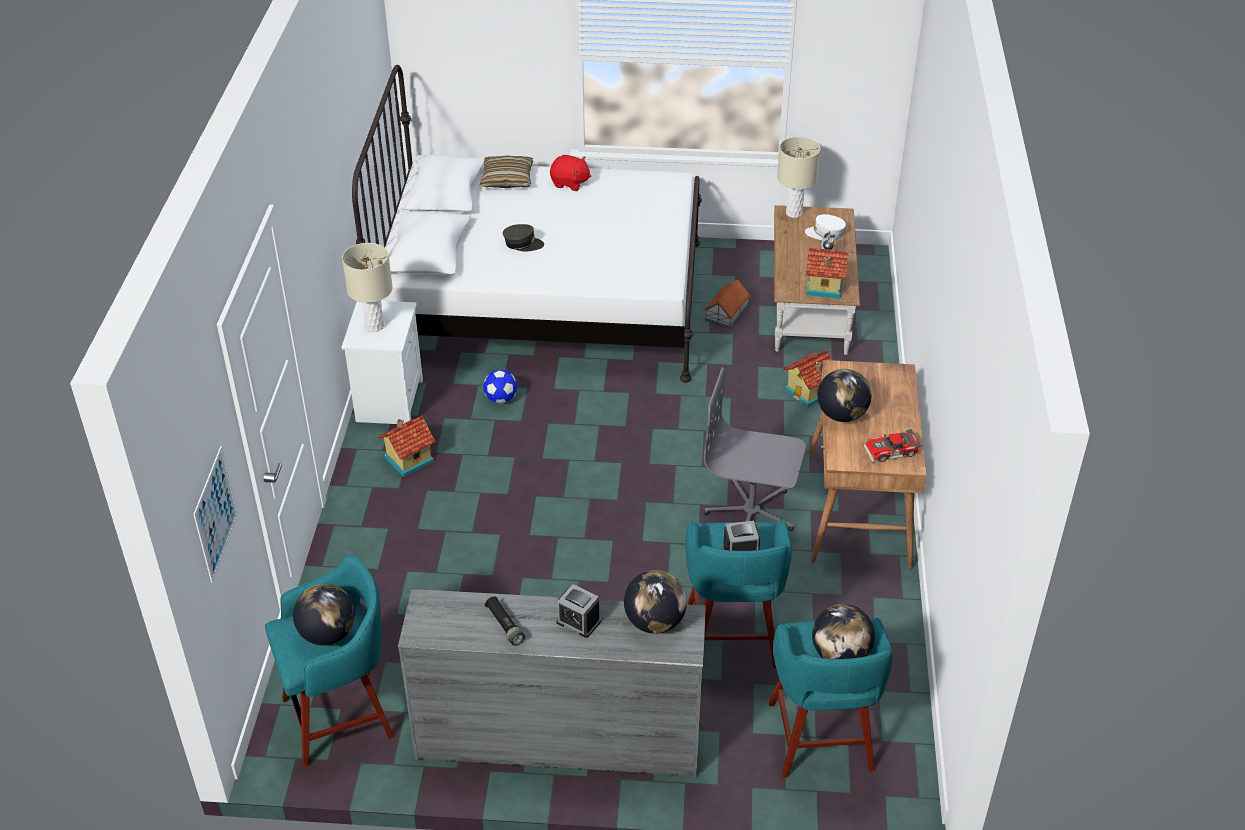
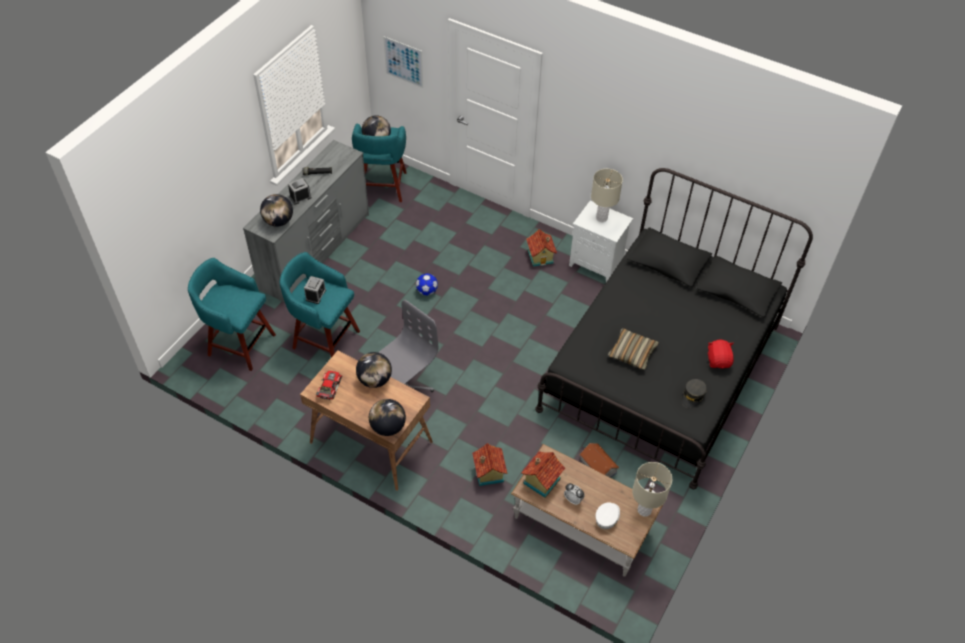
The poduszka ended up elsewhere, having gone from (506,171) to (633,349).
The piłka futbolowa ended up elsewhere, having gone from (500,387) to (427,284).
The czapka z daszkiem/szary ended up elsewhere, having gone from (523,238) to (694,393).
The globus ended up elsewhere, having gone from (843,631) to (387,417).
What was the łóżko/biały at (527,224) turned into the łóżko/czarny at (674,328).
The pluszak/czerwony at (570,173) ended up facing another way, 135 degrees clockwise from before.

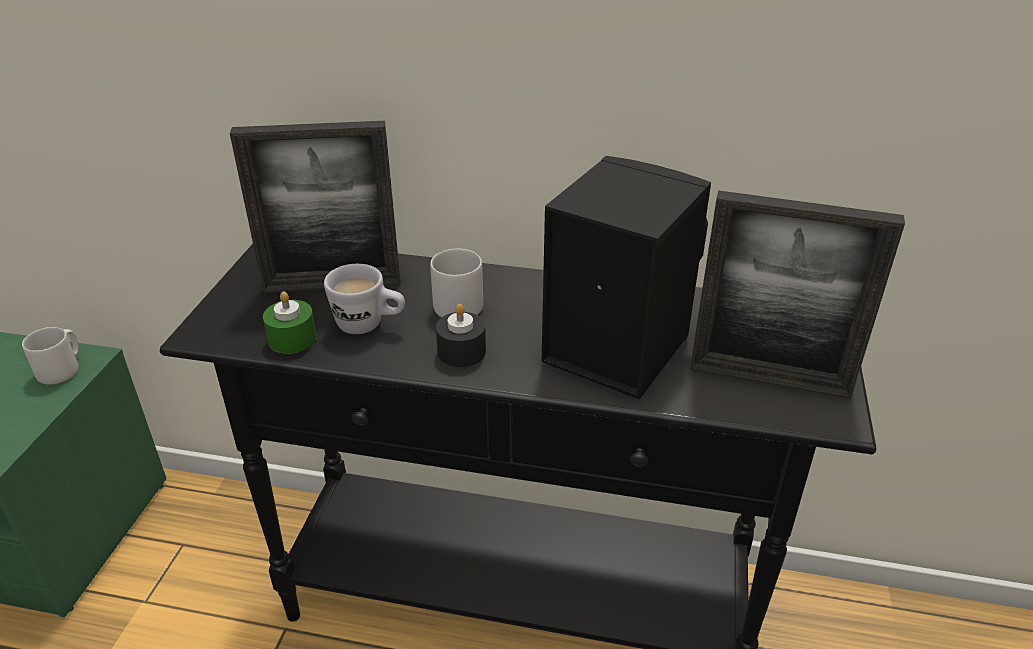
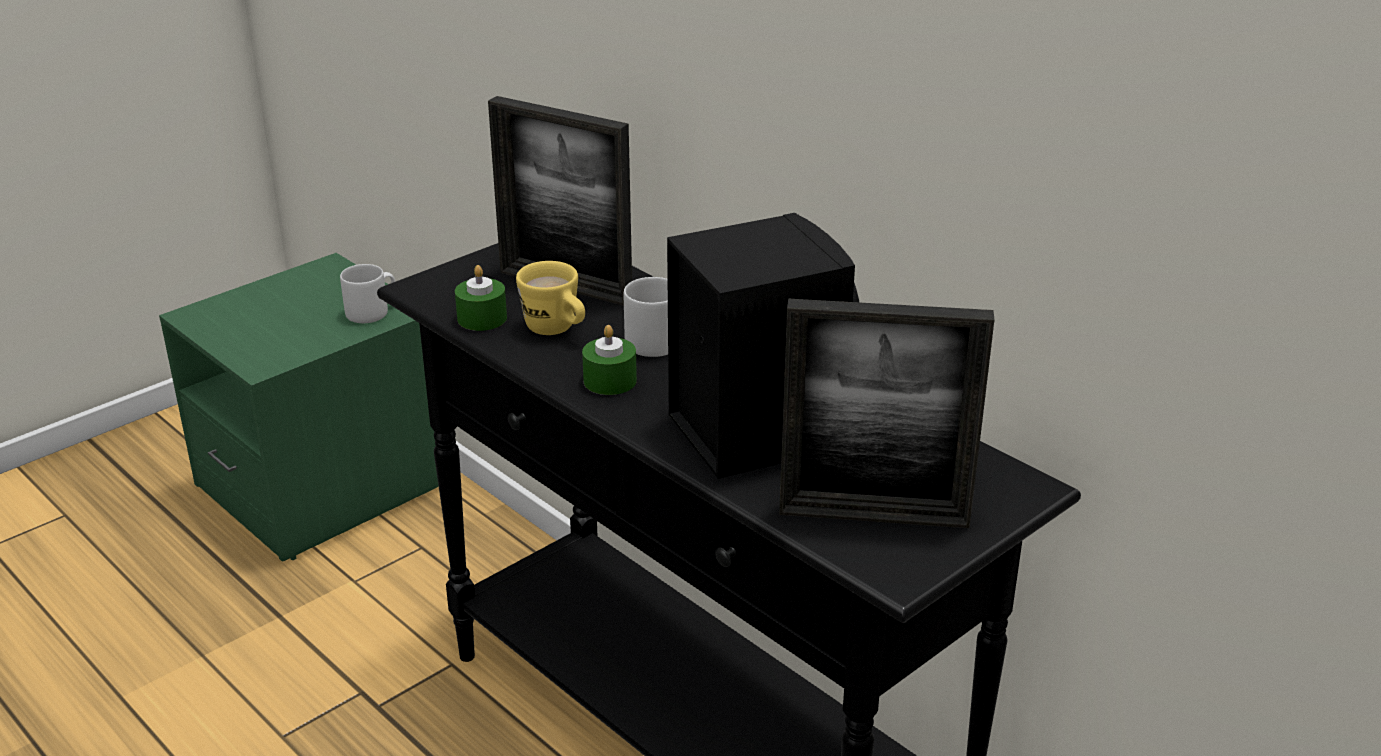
What was the kubek/biały at (364,299) turned into the kubek/żółty at (550,298).
What was the świeca/czarny at (461,335) turned into the świeca/zielony at (609,360).
The ramka na zdjęcie at (797,294) ended up facing another way, 45 degrees counterclockwise from before.

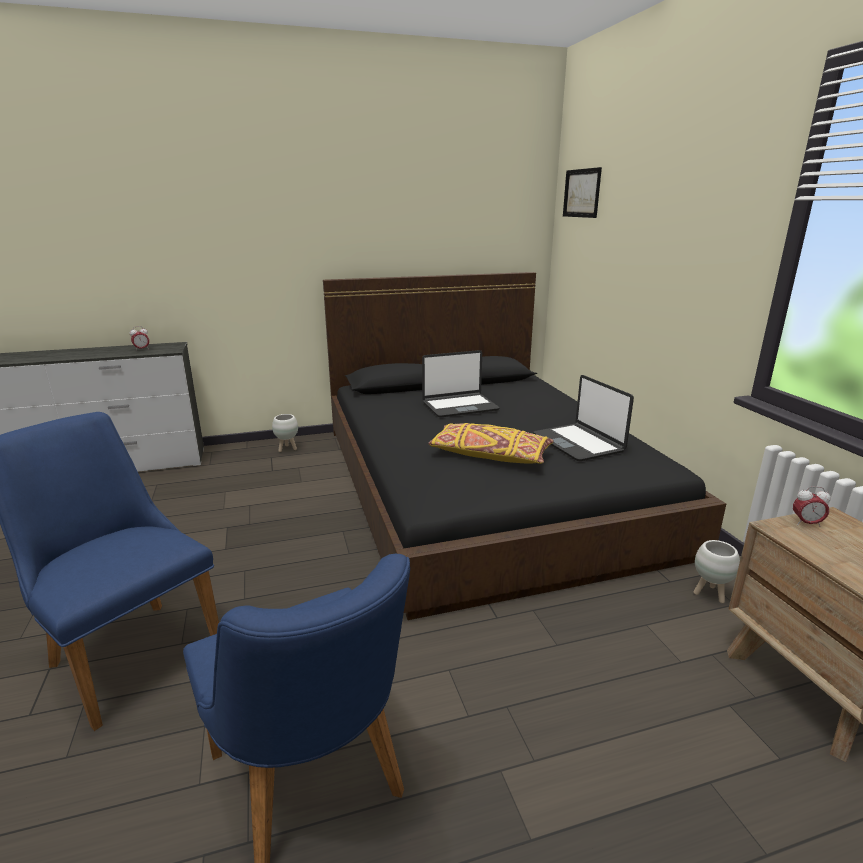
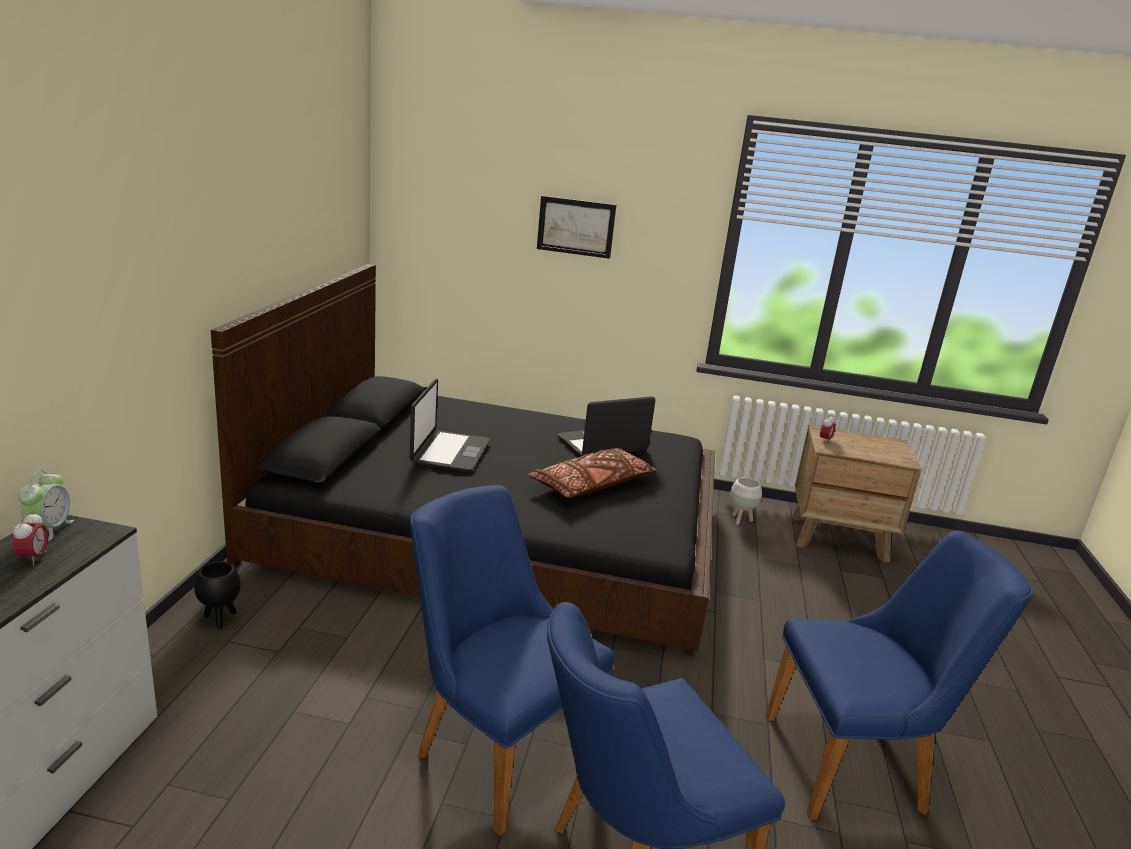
The second view gained the budzik at (46,505).
The second view gained the krzesło/niebieski at (512,660).
The obraz ended up elsewhere, having gone from (582,192) to (576,227).
What was the donica/biały at (285,433) turned into the donica/czarny at (217,595).
What was the poduszka/żółty at (491,443) turned into the poduszka/brązowy at (592,473).
The laptop at (583,418) ended up facing another way, 150 degrees clockwise from before.

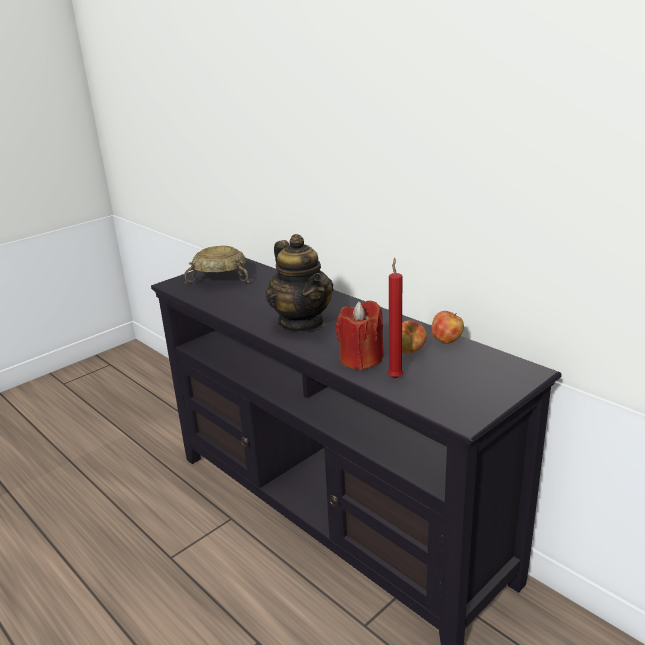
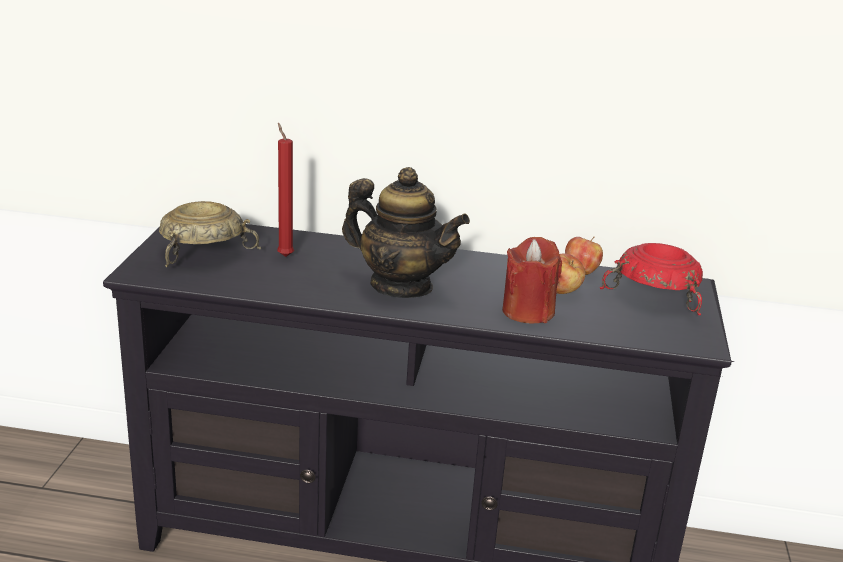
The second view gained the miska/czerwony at (651,279).
The świeca/czerwony ended up elsewhere, having gone from (395,318) to (285,190).

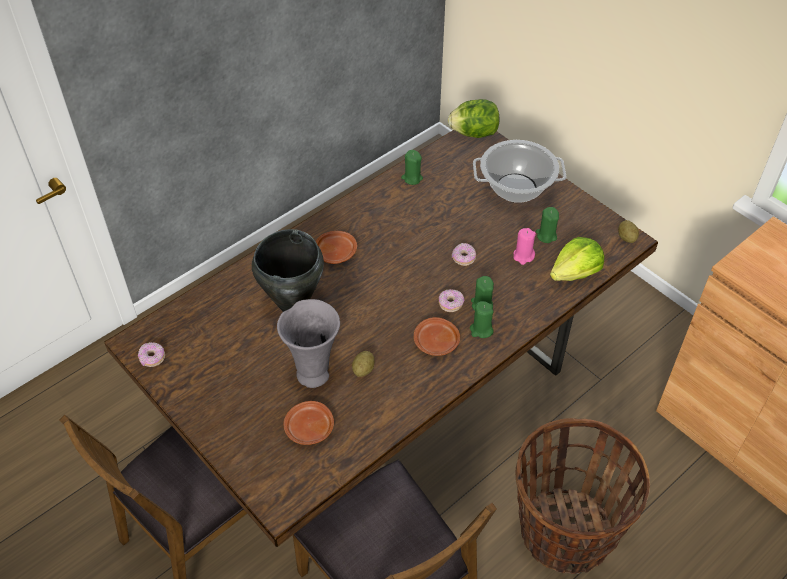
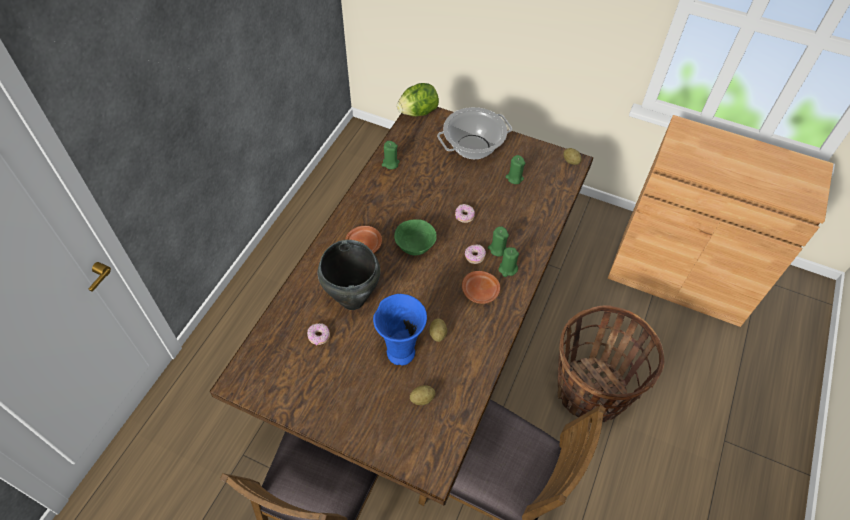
The second view lost the świeca/różowy at (524,246).
The second view lost the sałata at (577,259).
The second view gained the miska/zielony at (415,237).
The donut ended up elsewhere, having gone from (151,354) to (318,334).
Where the talerz/brązowy stood at (309,423), the ziemniak came to stand at (422,395).
What was the wazon/szary at (308,343) turned into the wazon/niebieski at (400,329).

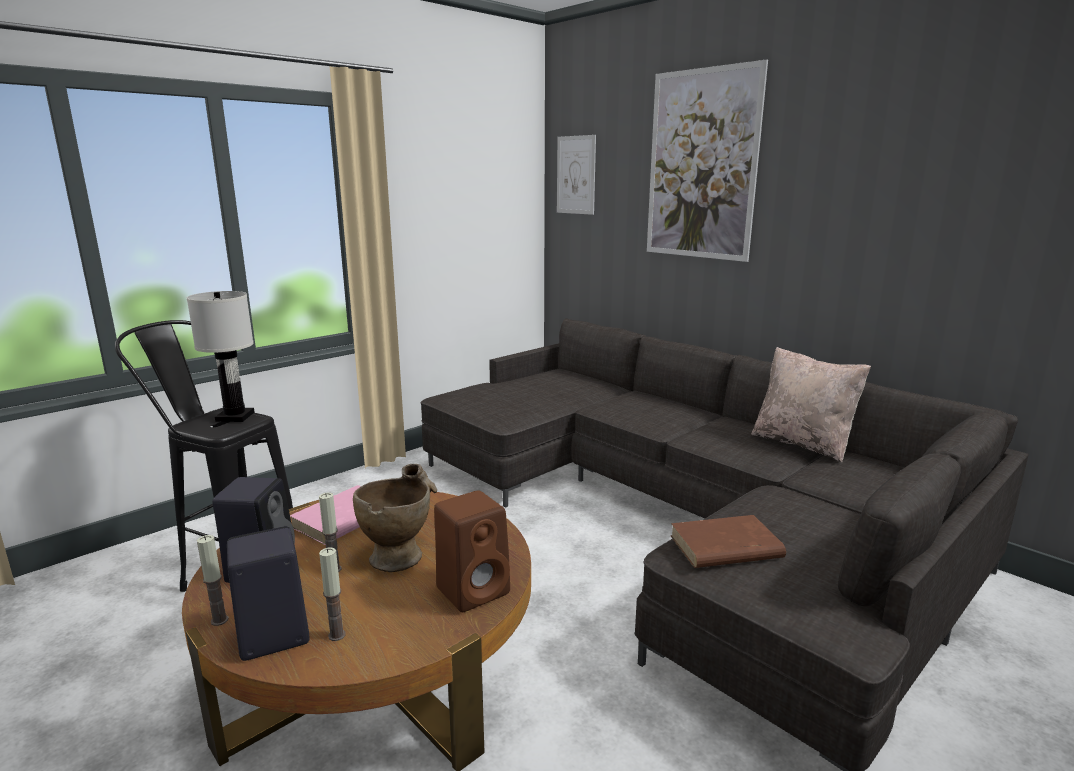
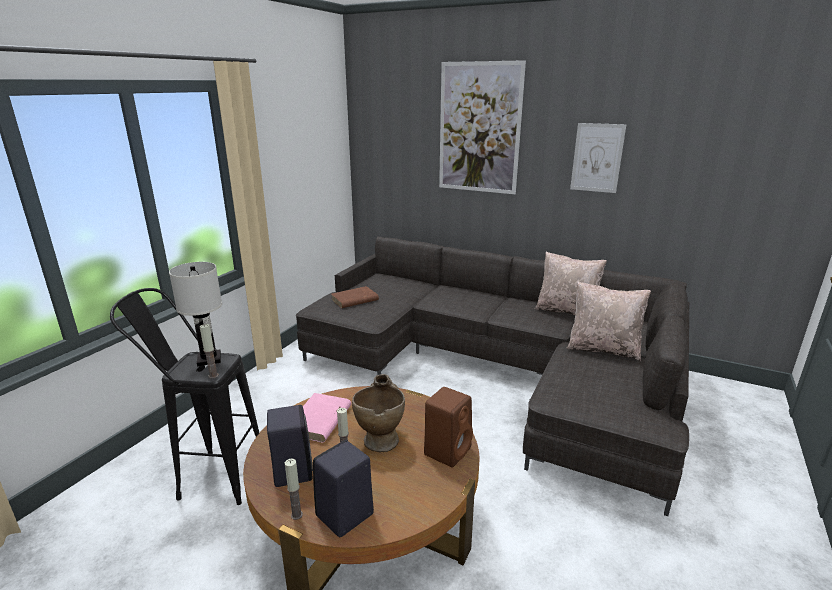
The second view gained the poduszka/beżowy at (608,321).
The świeca ended up elsewhere, having gone from (332,594) to (209,351).
The obraz ended up elsewhere, having gone from (576,175) to (598,158).
The książka/brązowy ended up elsewhere, having gone from (728,541) to (355,297).

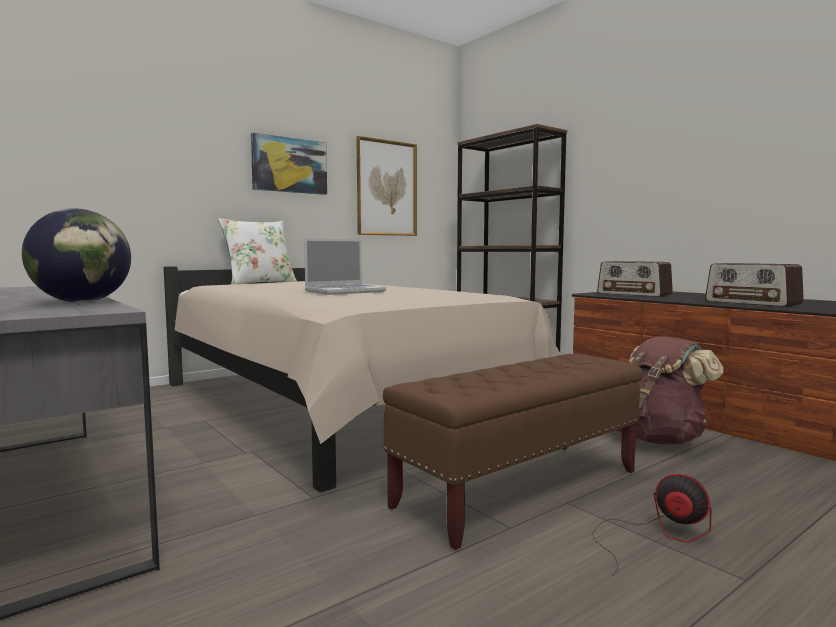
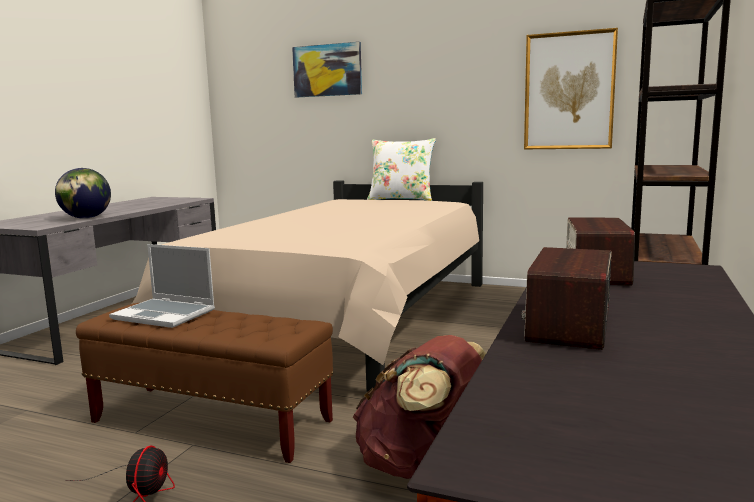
The obraz ended up elsewhere, having gone from (289,164) to (327,70).
The laptop ended up elsewhere, having gone from (345,267) to (162,286).

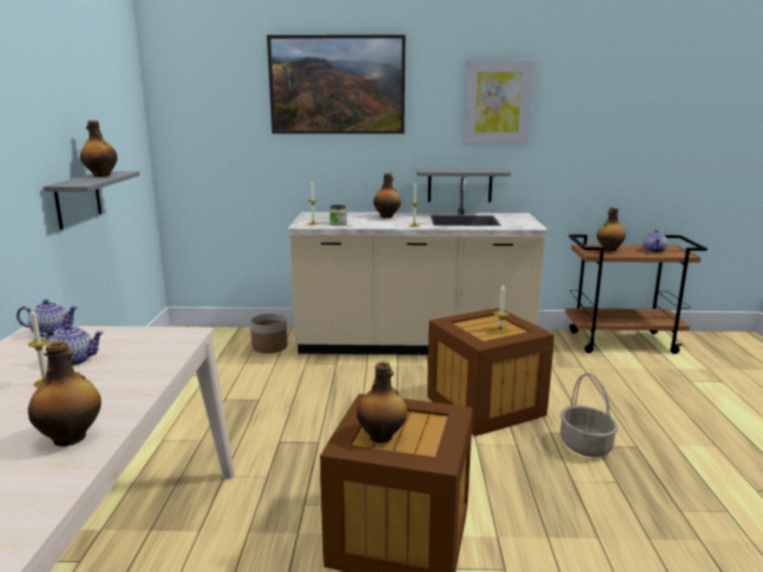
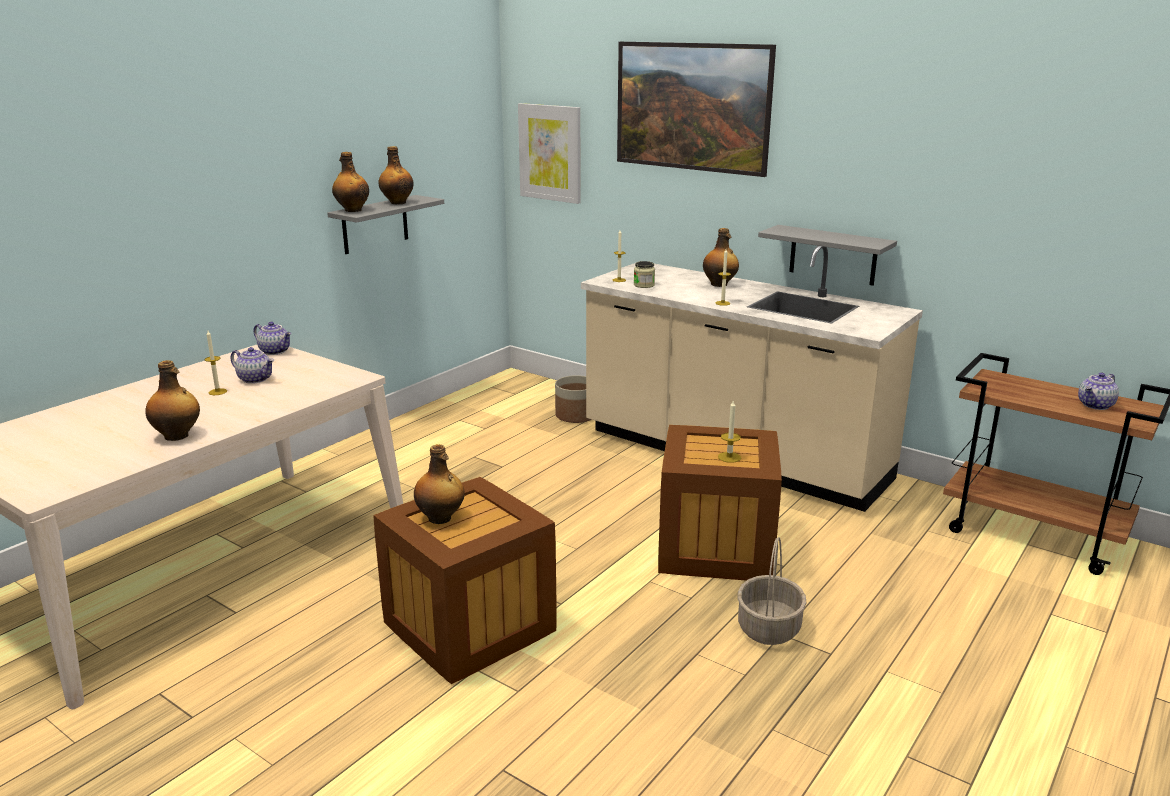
The obraz ended up elsewhere, having gone from (498,102) to (549,153).
The butelka ended up elsewhere, having gone from (611,229) to (350,182).

